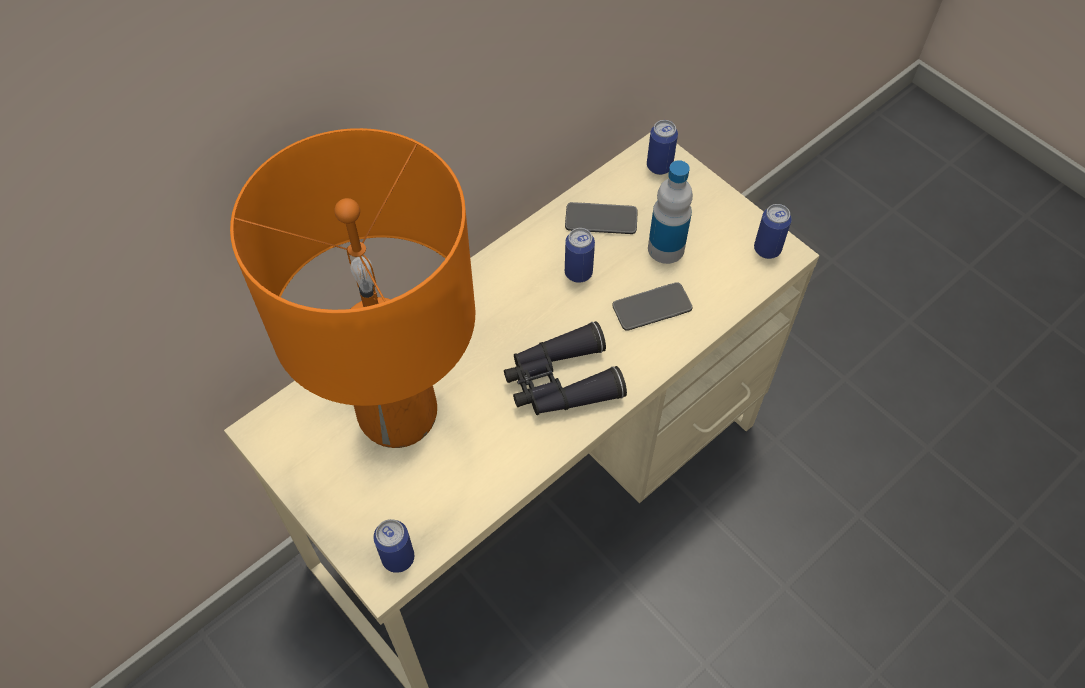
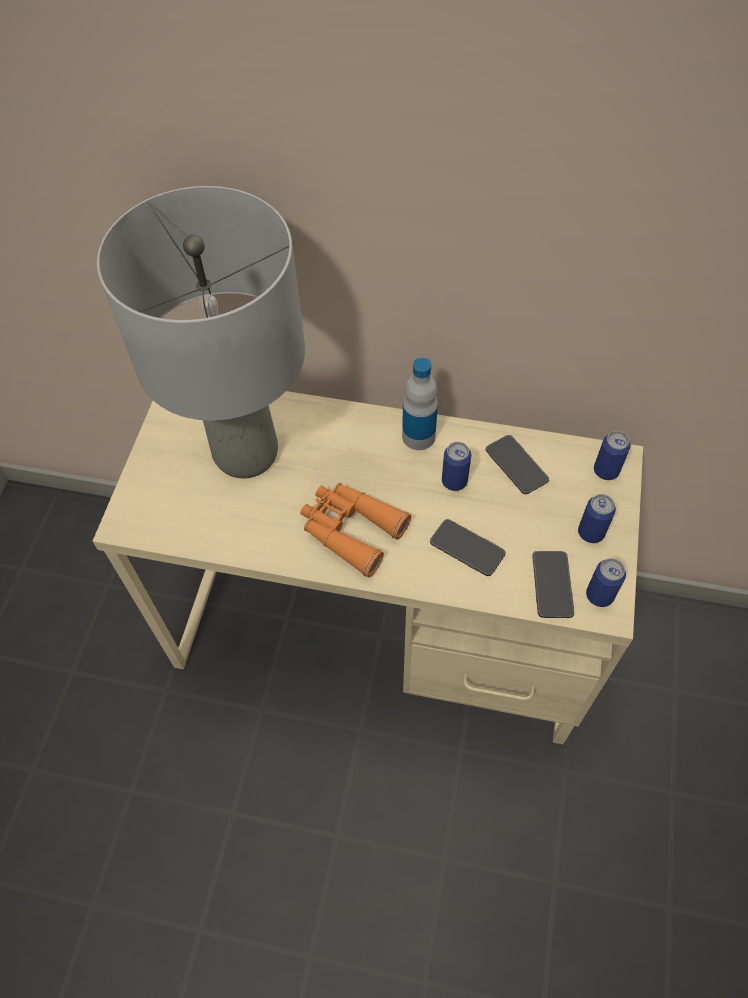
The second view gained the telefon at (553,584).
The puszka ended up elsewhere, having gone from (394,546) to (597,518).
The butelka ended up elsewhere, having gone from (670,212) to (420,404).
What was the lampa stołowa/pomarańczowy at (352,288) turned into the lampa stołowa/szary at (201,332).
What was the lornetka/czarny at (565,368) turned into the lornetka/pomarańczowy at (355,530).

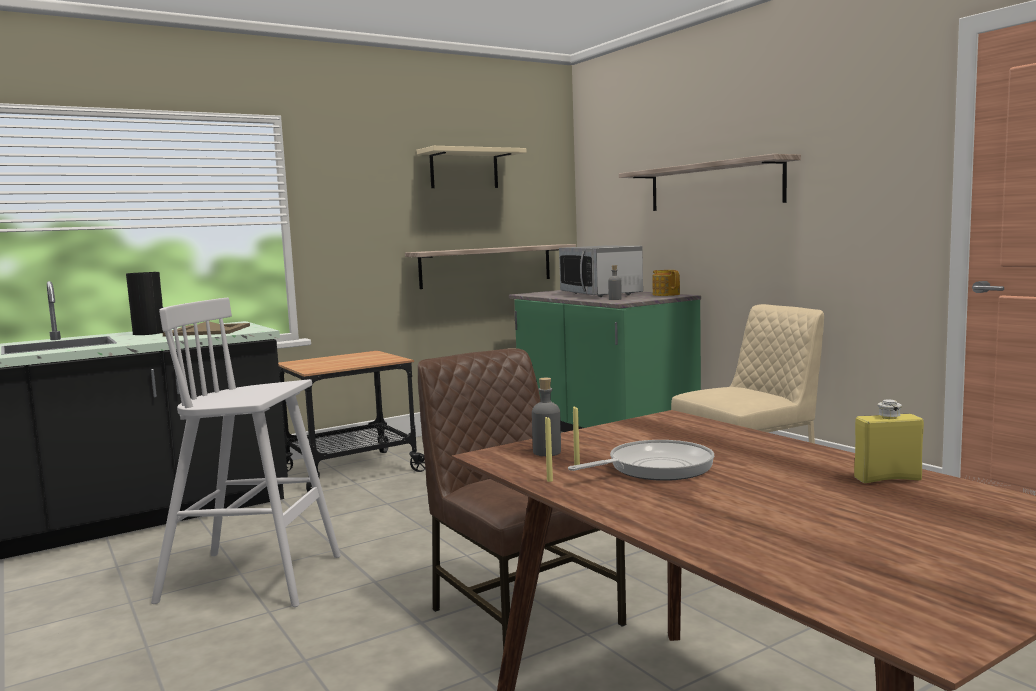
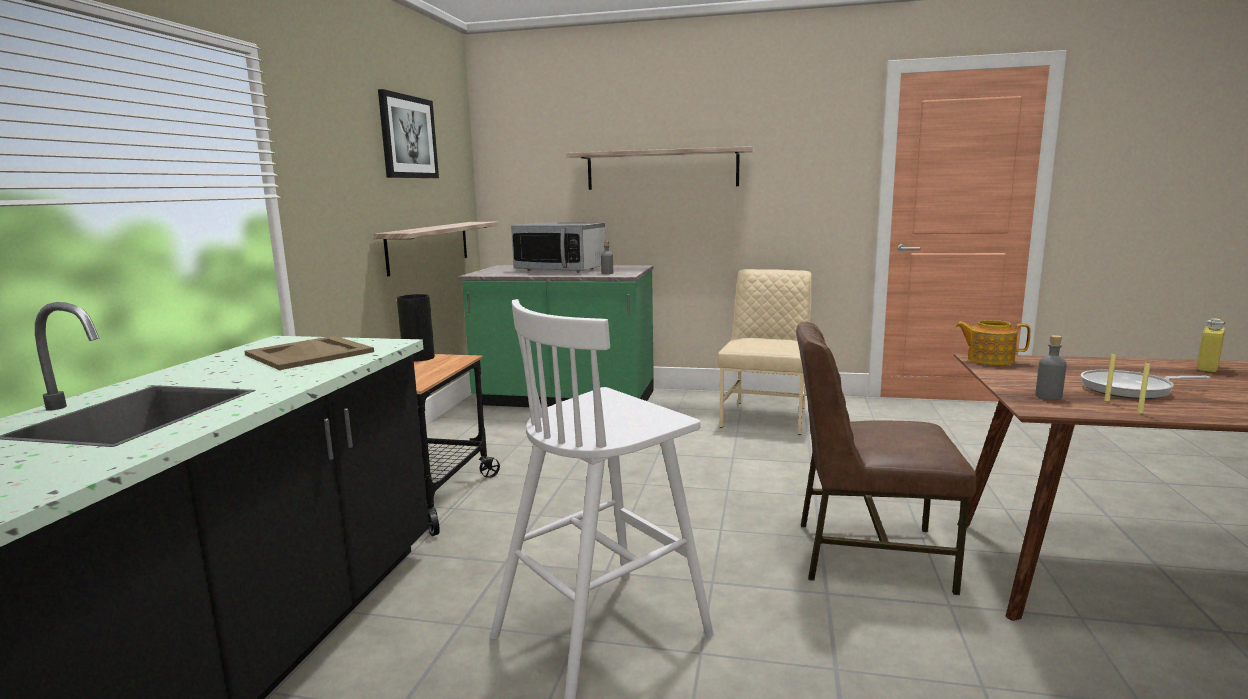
The wazon ended up elsewhere, having gone from (145,303) to (416,328).
The imbryk ended up elsewhere, having gone from (666,283) to (993,342).
Where the półka/beżowy hung at (472,167), the obraz came to hang at (408,133).
The patelnia at (641,460) ended up facing another way, 105 degrees counterclockwise from before.

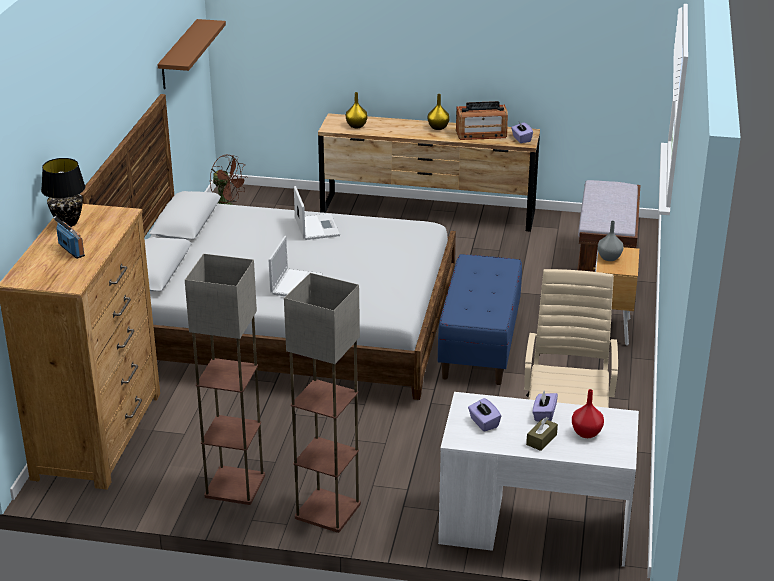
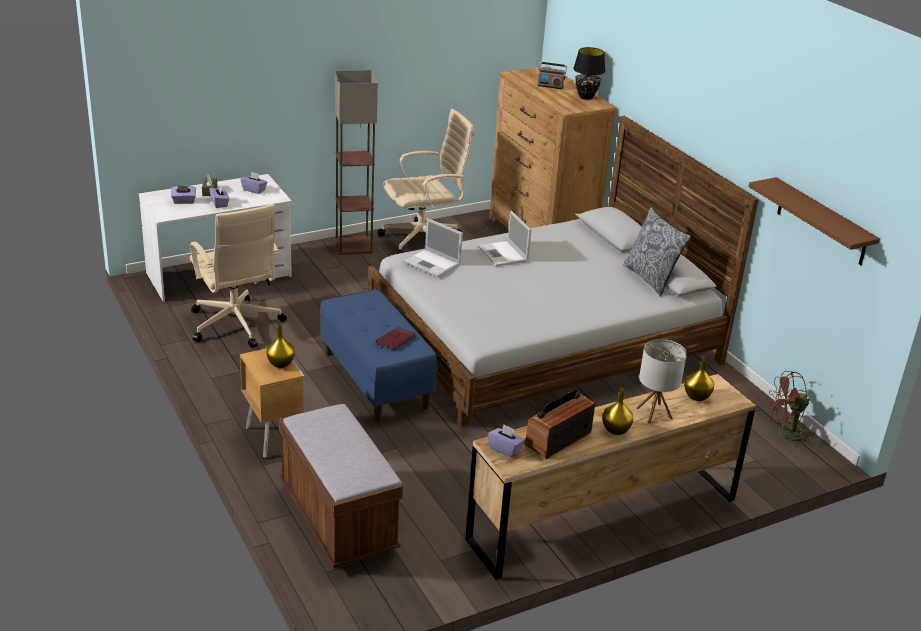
The second view gained the książka/czerwony at (396,338).
The second view gained the poduszka at (657,251).
The second view gained the lampa stołowa at (661,381).
The laptop ended up elsewhere, having gone from (317,213) to (433,247).
Where the lampa stojąca stood at (225,379), the krzesło biurowe/beżowy came to stand at (426,181).
Where the wazon/czerwony stood at (588,413), the pudełko chusteczek/fioletowy came to stand at (183,194).
What was the wazon/szary at (610,241) turned into the wazon/żółty at (280,346).

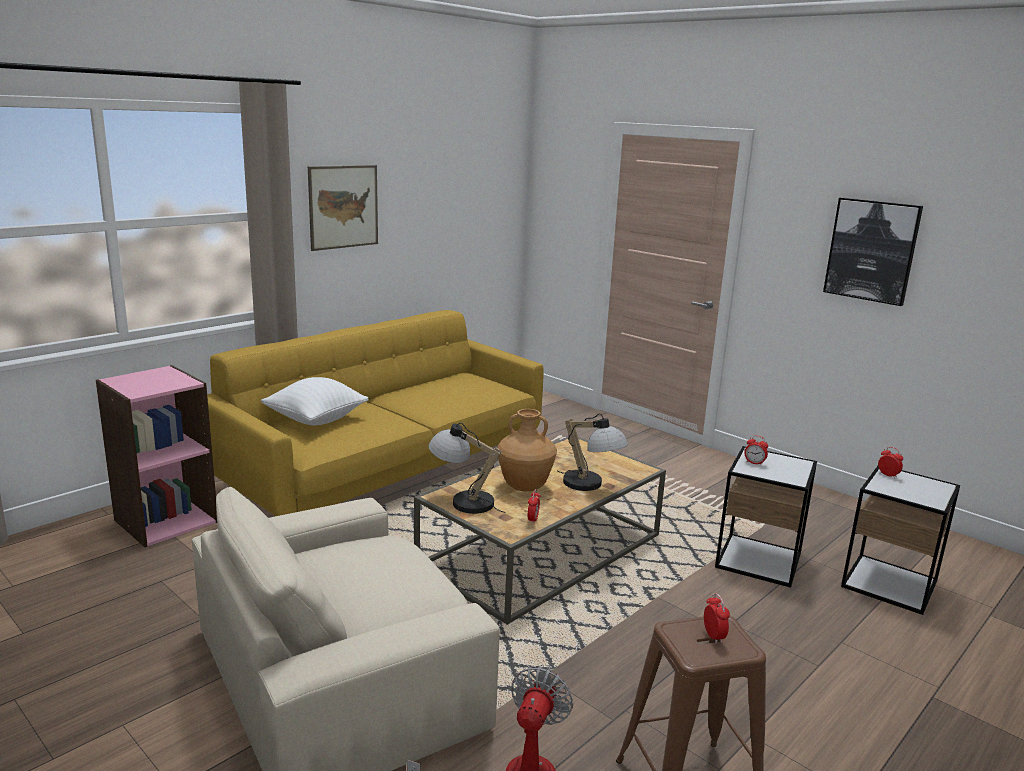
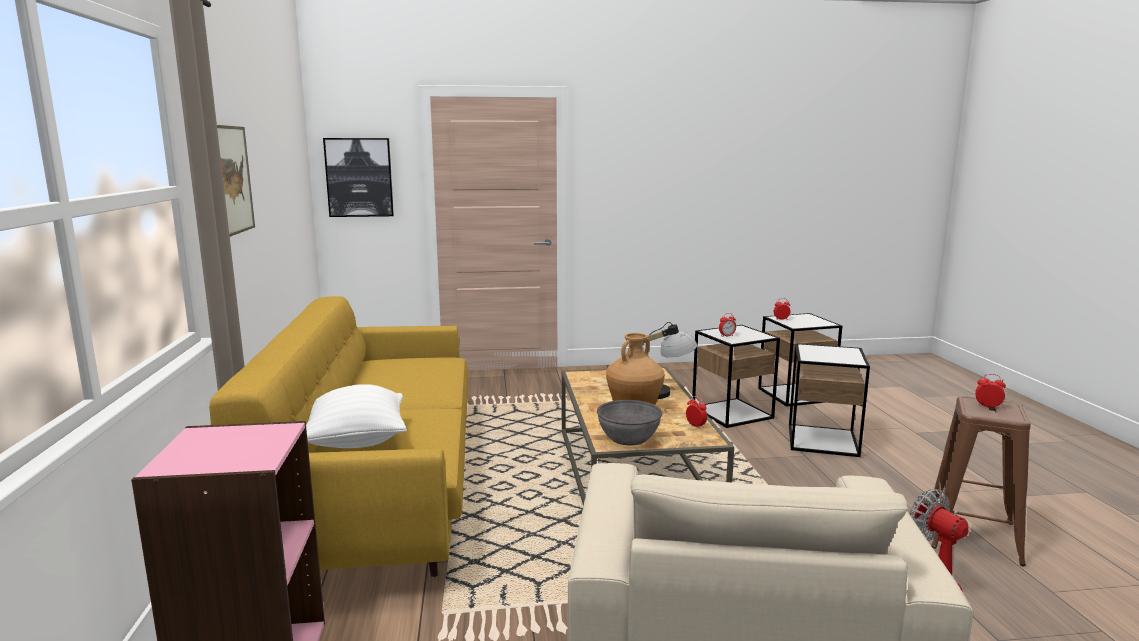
The second view gained the stolik at (829,400).
The obraz ended up elsewhere, having gone from (873,251) to (358,177).
Where the lampa stołowa stood at (467,468), the miska/szary came to stand at (629,423).

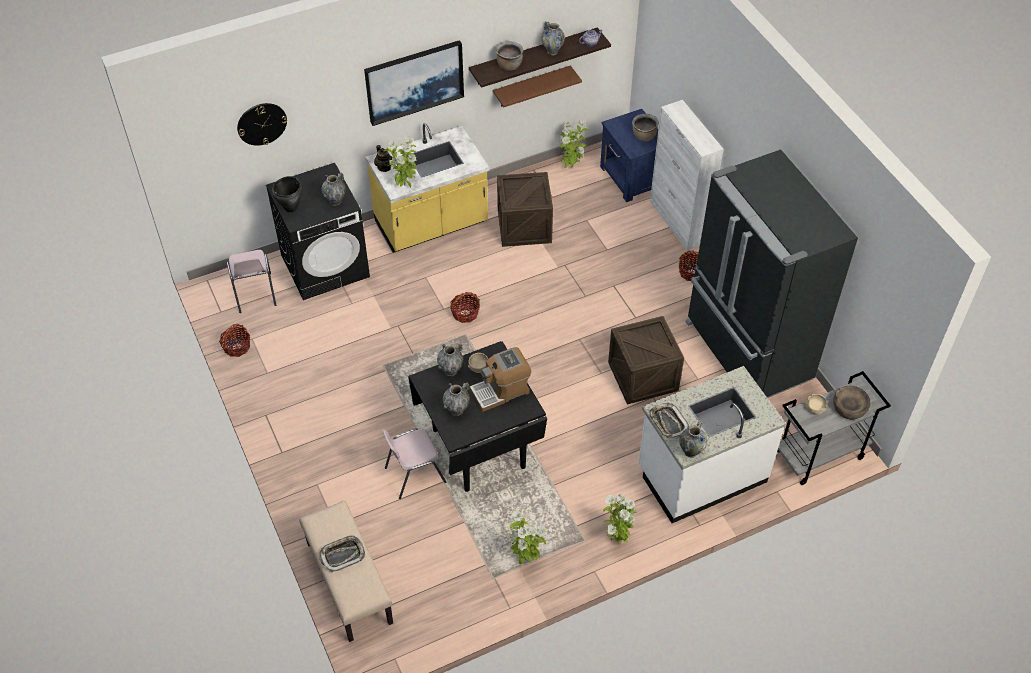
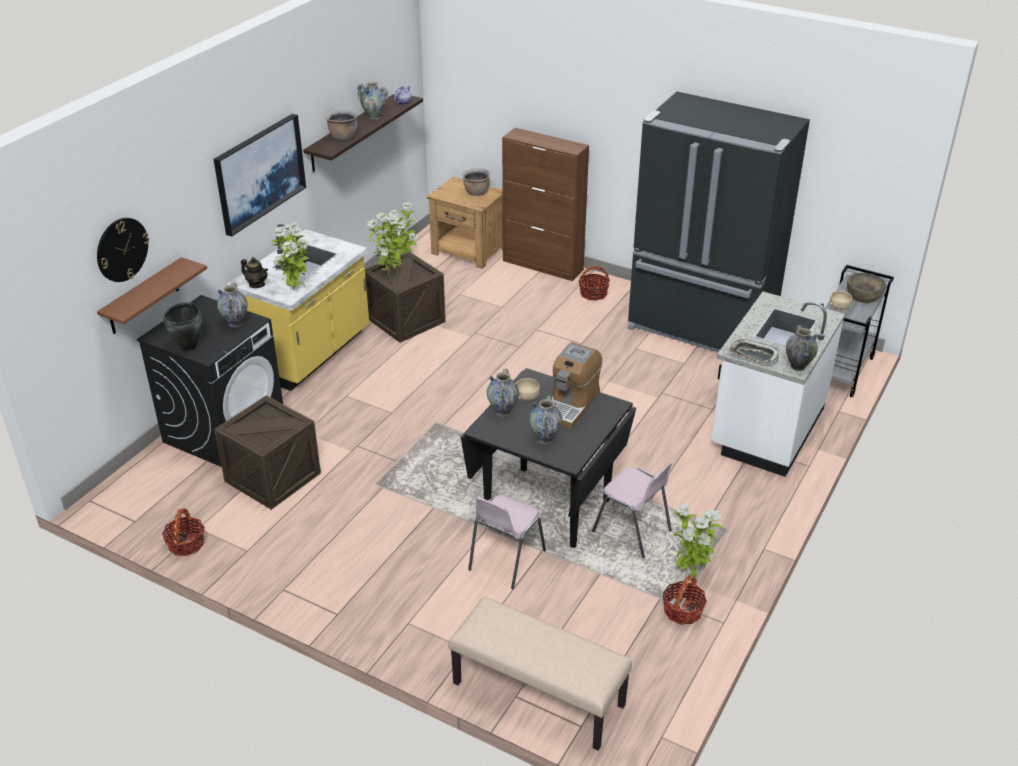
The second view lost the taca at (342,553).
The krzesło/różowy ended up elsewhere, having gone from (251,281) to (633,509).
The koszyk ended up elsewhere, having gone from (465,307) to (685,600).
The półka/brązowy ended up elsewhere, having gone from (537,86) to (152,295).
The roślina doniczkowa ended up elsewhere, having gone from (619,518) to (384,243).
The skrzynka ended up elsewhere, having gone from (646,360) to (267,452).
What was the szafka nocna/niebieski at (629,155) turned into the szafka nocna/brązowy at (465,223).
What was the szafka/biały at (687,175) turned into the szafka/brązowy at (545,204).

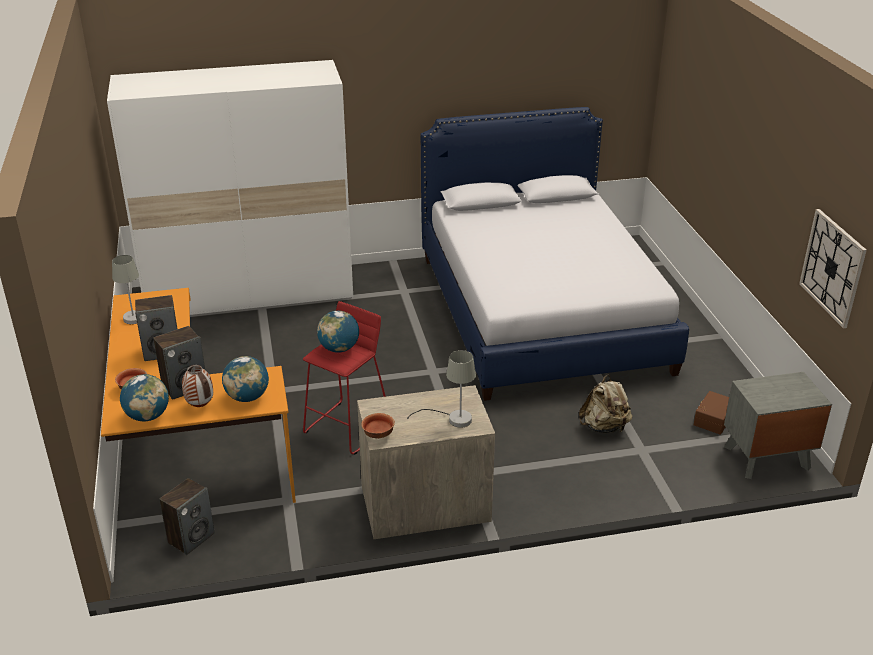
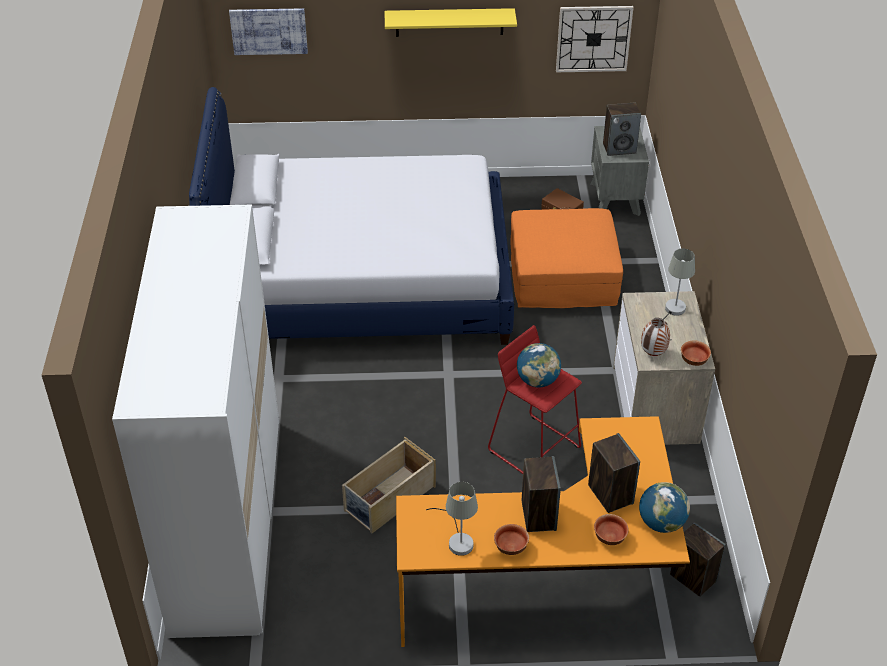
The second view lost the globus at (245,379).
The second view gained the obraz at (268,31).
The second view gained the pojemnik do przechowywania/beżowy at (389,485).
The second view gained the półka/żółty at (451,22).
The second view gained the miska at (511,539).
The second view gained the głośnik at (622,129).
The wazon ended up elsewhere, having gone from (197,386) to (655,337).
Where the plecak/beżowy stood at (605,404), the pufa/pomarańczowy came to stand at (567,258).

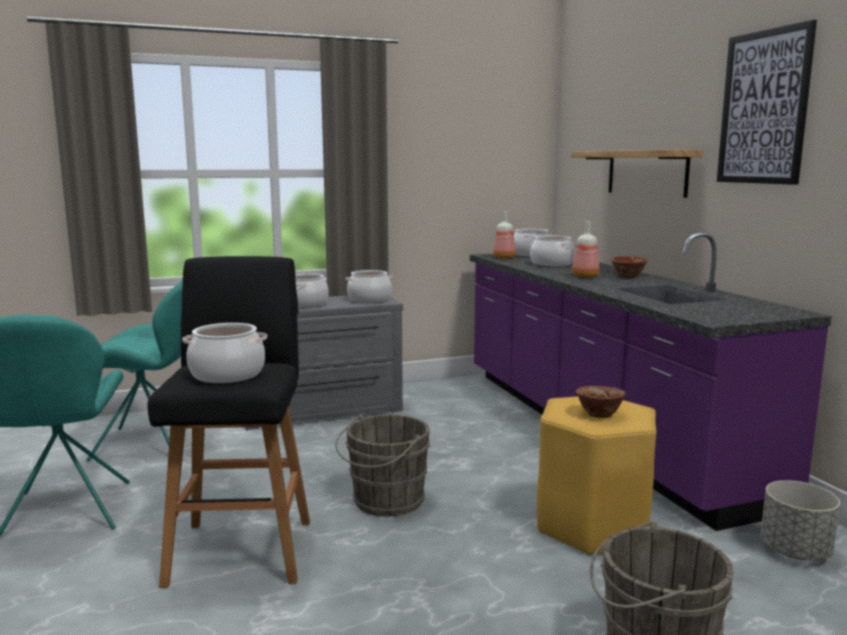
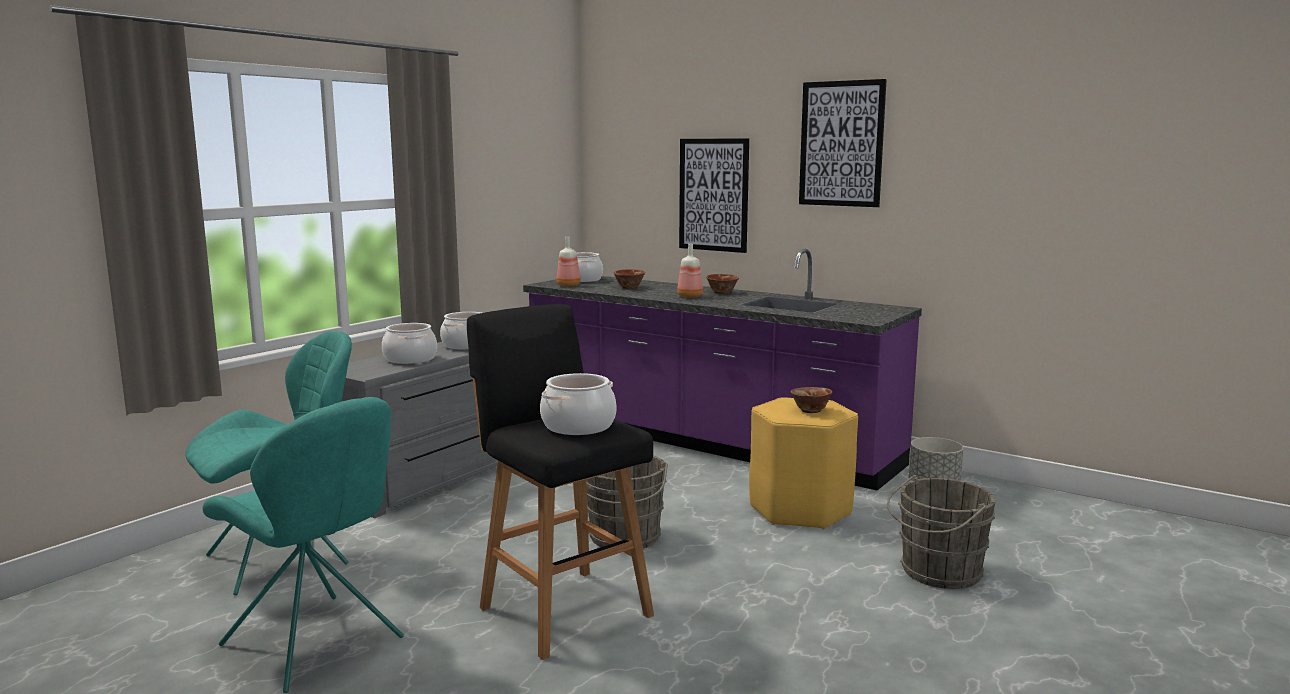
Where the garnek stood at (552,251), the miska came to stand at (629,279).
Where the półka hung at (637,173), the obraz came to hang at (714,195).

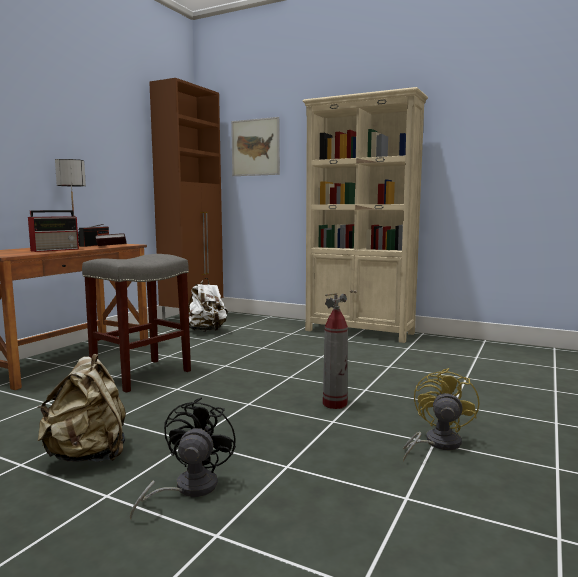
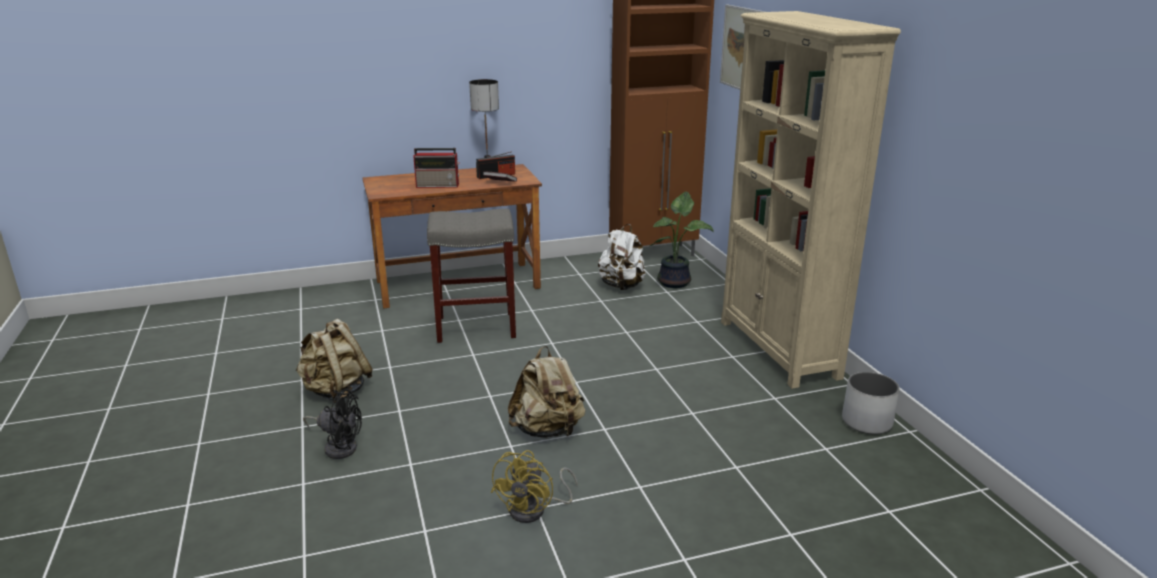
The second view gained the roślina doniczkowa at (682,240).
The second view gained the donica/biały at (871,403).
Where the gaśnica stood at (335,351), the plecak/beżowy came to stand at (546,392).
The wentylator/czarny at (183,459) ended up facing another way, 45 degrees clockwise from before.
The wentylator/żółty at (441,415) ended up facing another way, 135 degrees clockwise from before.

